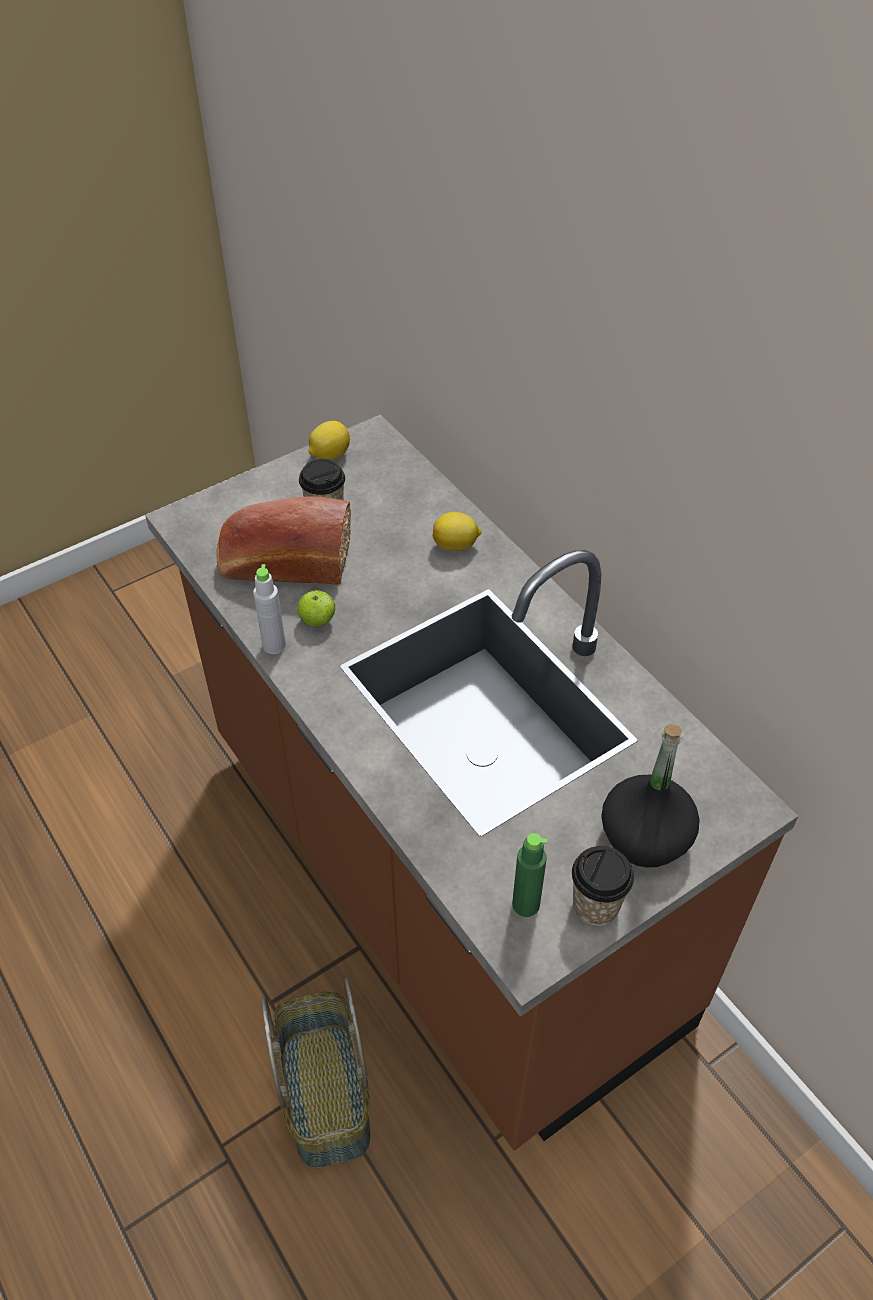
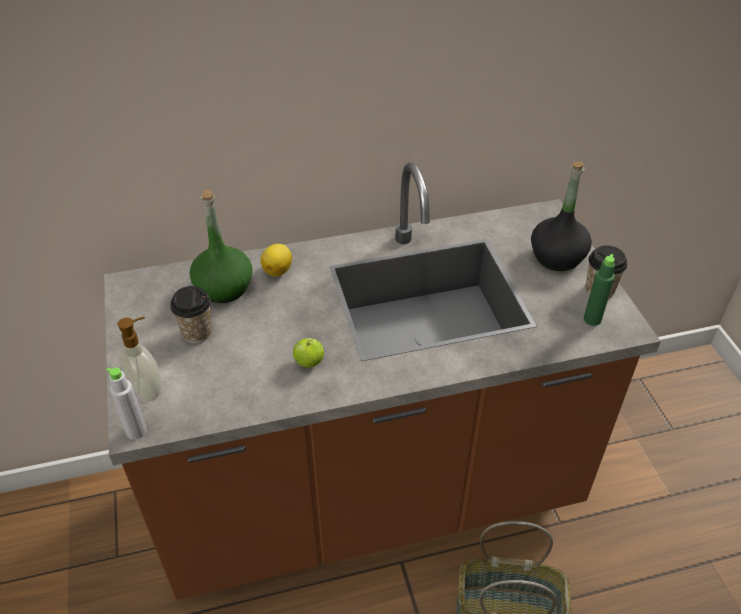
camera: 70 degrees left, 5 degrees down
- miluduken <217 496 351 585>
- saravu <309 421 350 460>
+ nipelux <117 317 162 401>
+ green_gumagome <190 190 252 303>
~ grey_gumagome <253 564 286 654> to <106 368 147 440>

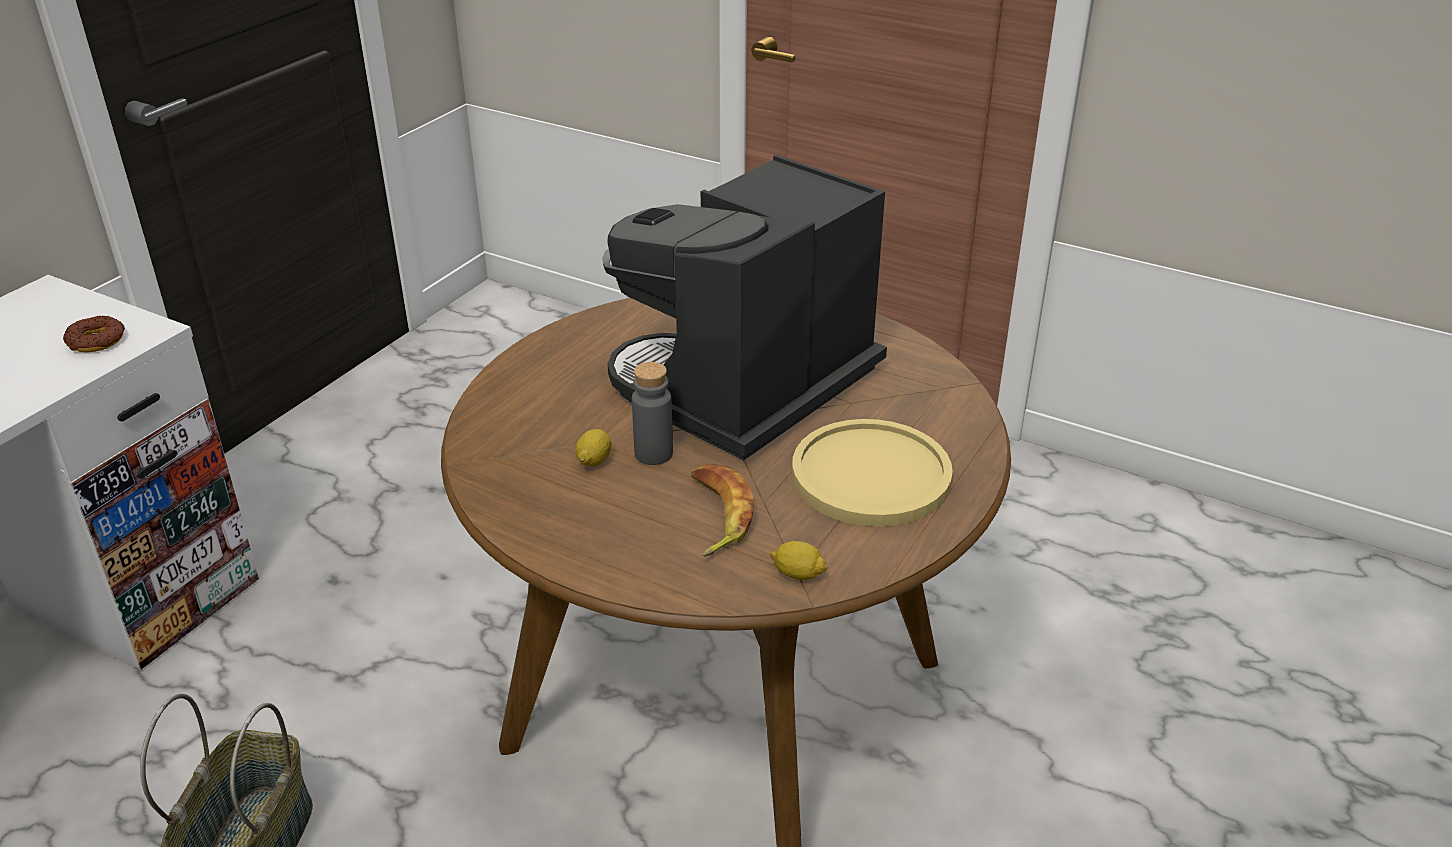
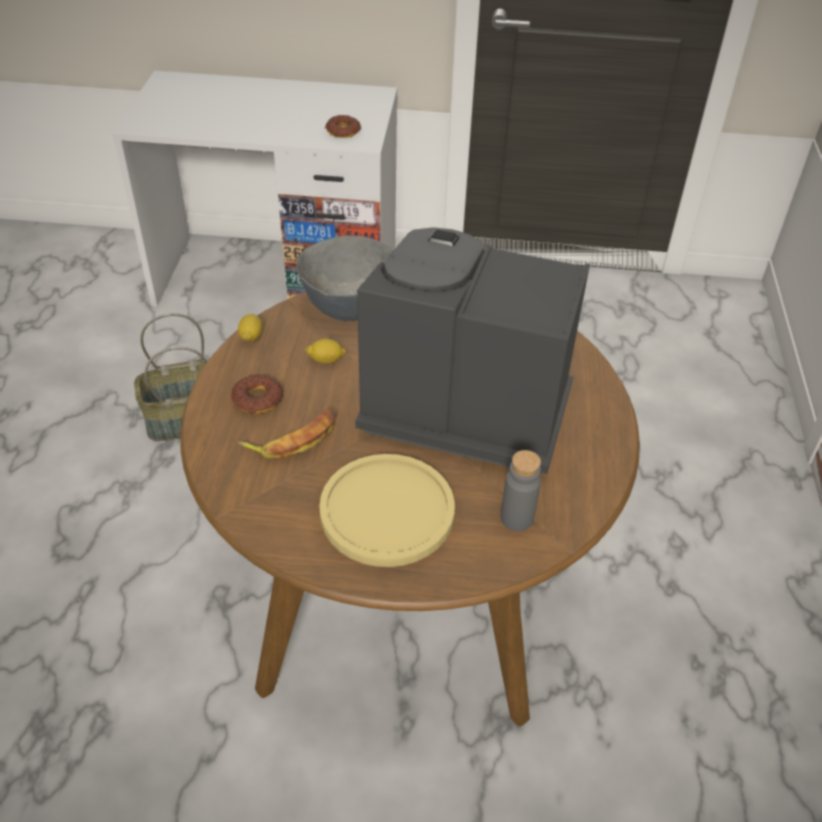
camera: 65 degrees right, 10 degrees up
+ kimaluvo <231 374 283 414>
+ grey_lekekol <296 235 393 321>
~ grey_gumagome <632 362 673 465> to <501 450 541 531>
~ saravu <770 541 828 580> to <238 314 262 342>

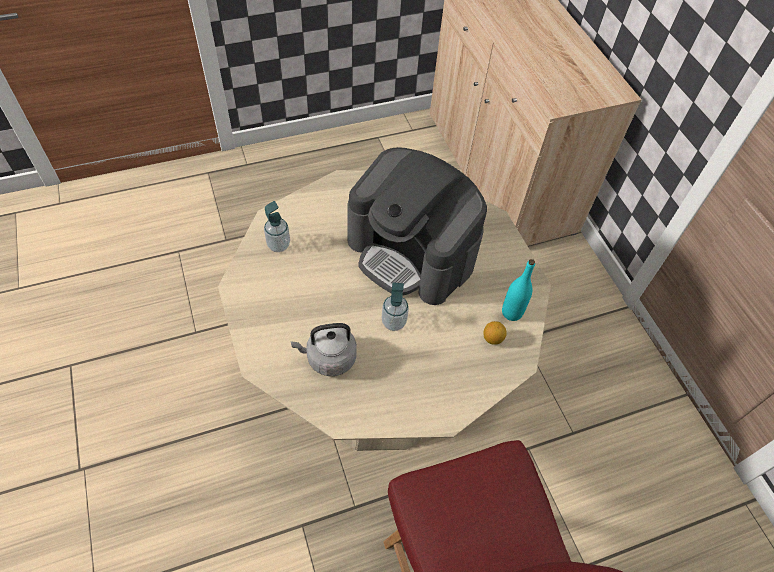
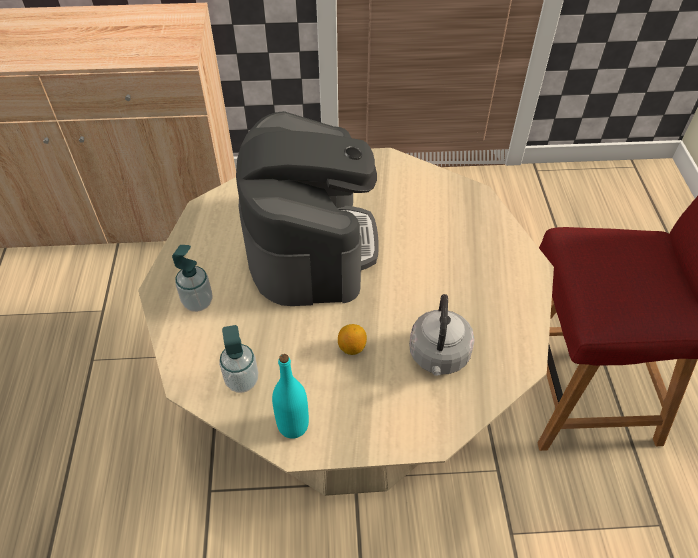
camera: 70 degrees left, 5 degrees down
~ nipelux <382 282 409 331> to <172 245 213 312>
~ saravu <483 321 507 345> to <338 324 367 355>
~ turquoise_gumagome <502 259 535 321> to <272 354 309 439>
~ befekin <347 147 487 305> = <236 111 379 306> 60 degrees counterclockwise

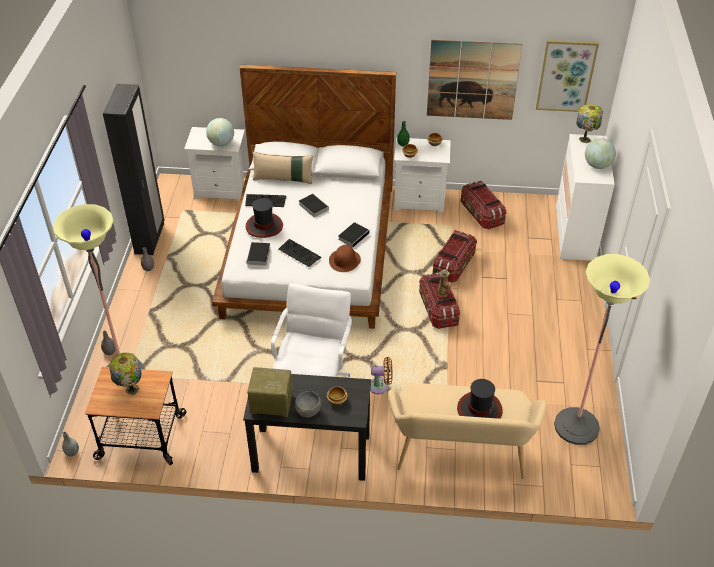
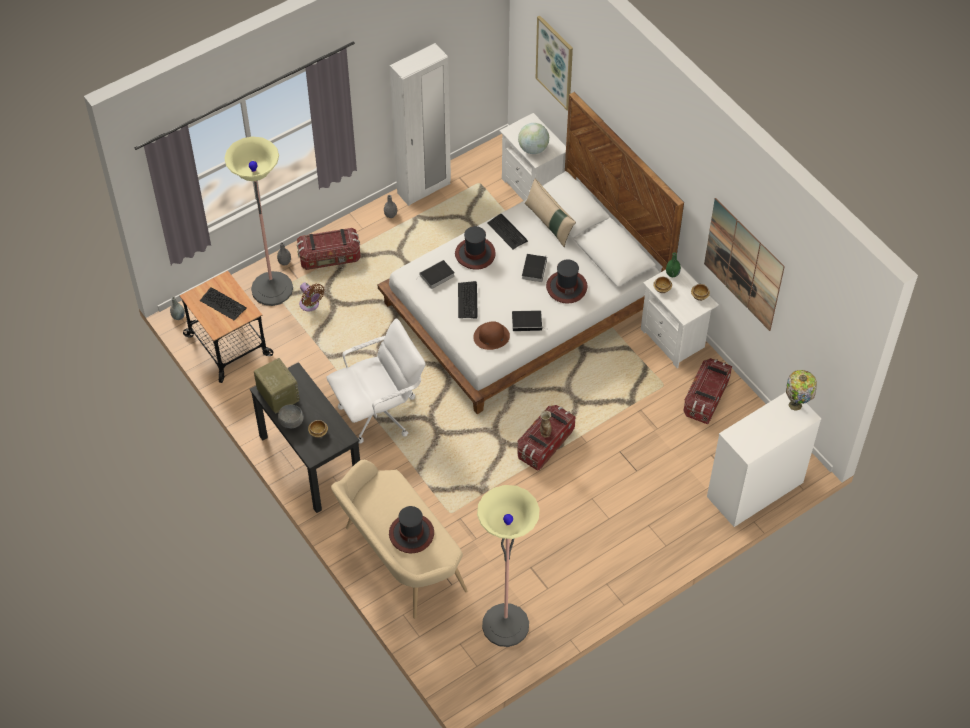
camera: 50 degrees right, 10 degrees up
- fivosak <585 138 616 169>
+ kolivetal <546 259 587 304>
~ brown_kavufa <370 357 393 394> to <299 283 324 311>
~ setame <433 230 477 283> to <297 228 361 270>
~ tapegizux <536 40 599 112> to <536 16 573 110>
~ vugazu <109 353 141 395> to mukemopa <200 287 247 321>
~ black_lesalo <103 84 164 255> to white_lesalo <390 43 451 206>

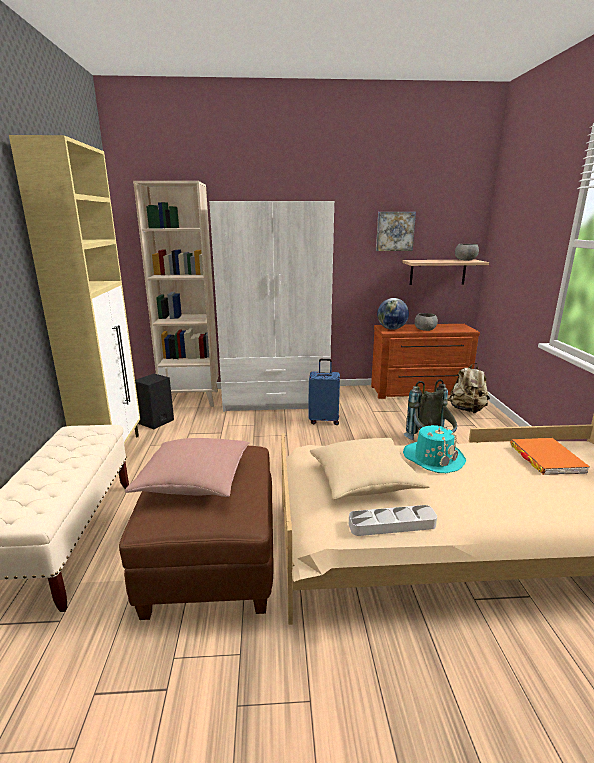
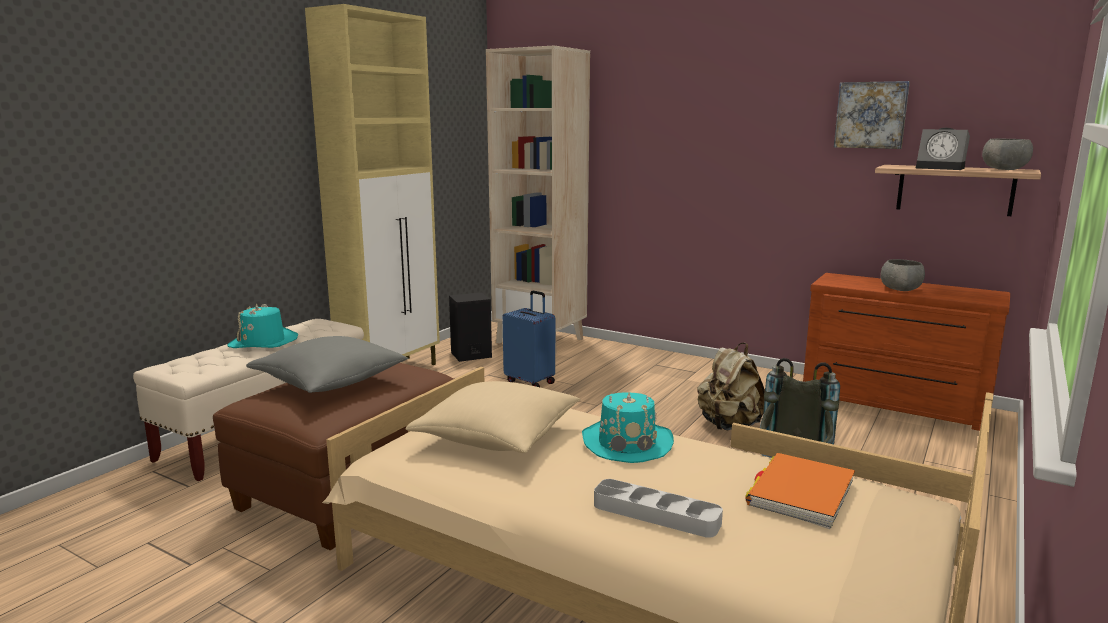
camera: 35 degrees right, 5 degrees down
- white_lesalo <209 201 334 412>
- fivosak <377 298 409 330>
+ turquoise_kolivetal <227 303 298 348>
+ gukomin <916 128 970 170>
~ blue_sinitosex <308 359 340 425> to <502 290 555 387>
~ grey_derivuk <349 505 437 536> to <594 479 723 538>
~ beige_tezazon <448 363 490 413> to <697 343 765 430>
~ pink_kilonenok <125 438 249 497> to grey_kilonenok <246 336 409 393>

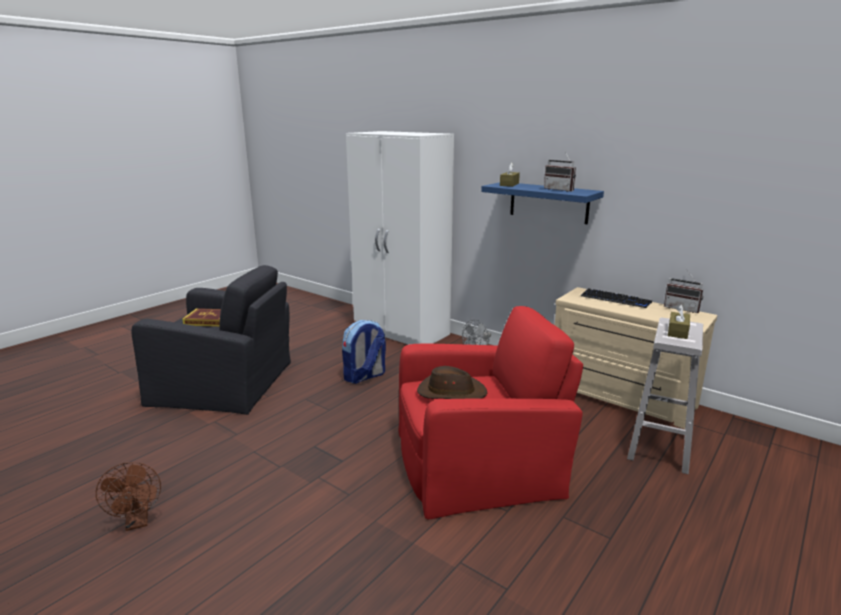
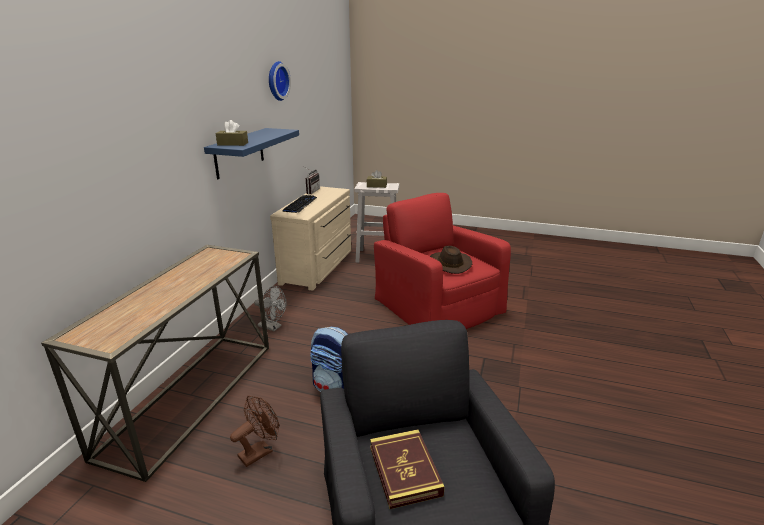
camera: 110 degrees left, 5 degrees up
- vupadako <544 153 576 192>
+ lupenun <269 61 291 101>
~ brown_kavufa <96 462 161 531> to <230 396 279 467>
~ white_lesalo <346 131 454 345> to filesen <41 245 269 482>

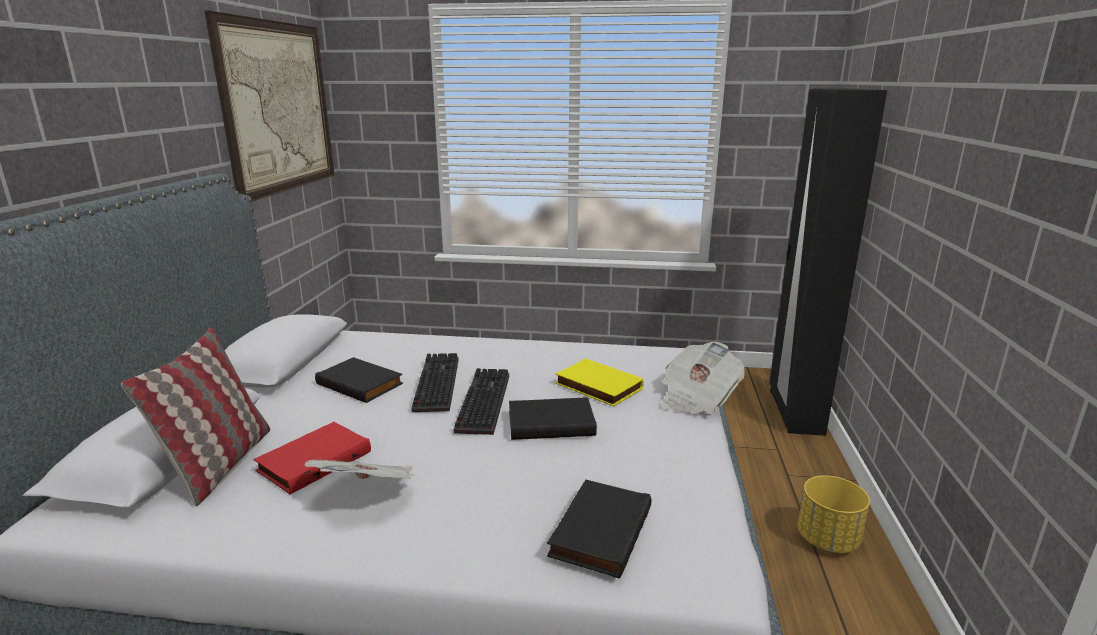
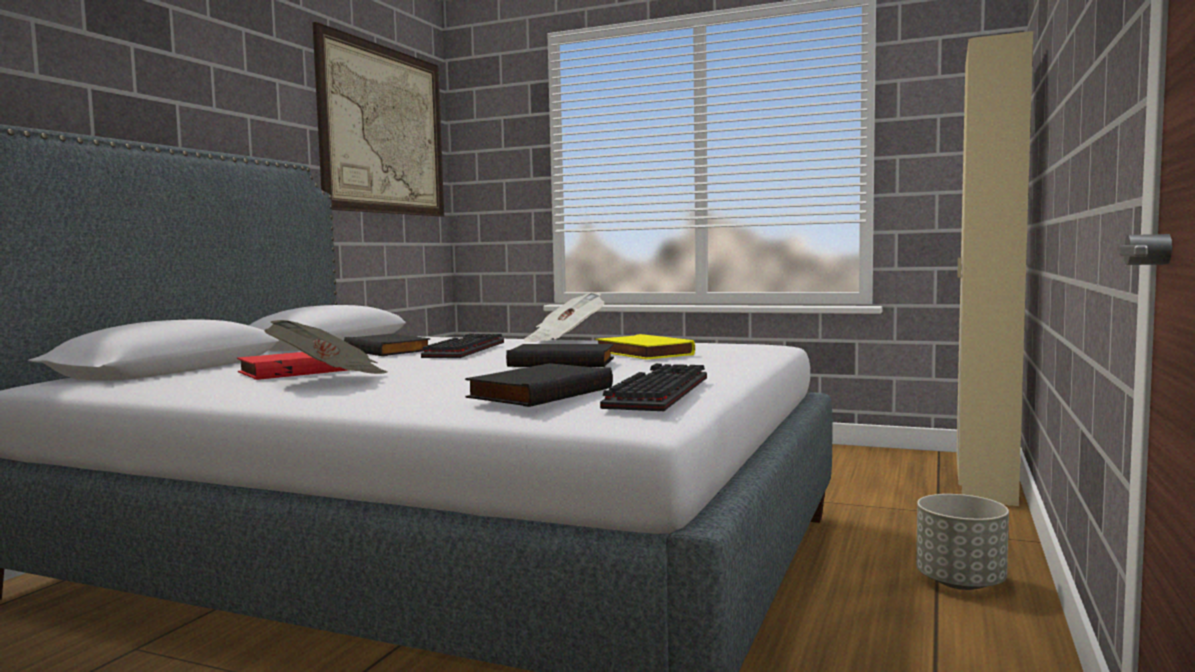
camera: 15 degrees right, 15 degrees down
- kilonenok <121 328 270 506>
~ mukemopa <454 368 509 435> to <600 363 707 411>
~ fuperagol <662 342 745 414> to <524 292 604 342>
~ black_lesalo <769 89 887 436> to beige_lesalo <957 31 1033 506>
~ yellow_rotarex <798 476 870 553> to grey_rotarex <916 494 1009 590>

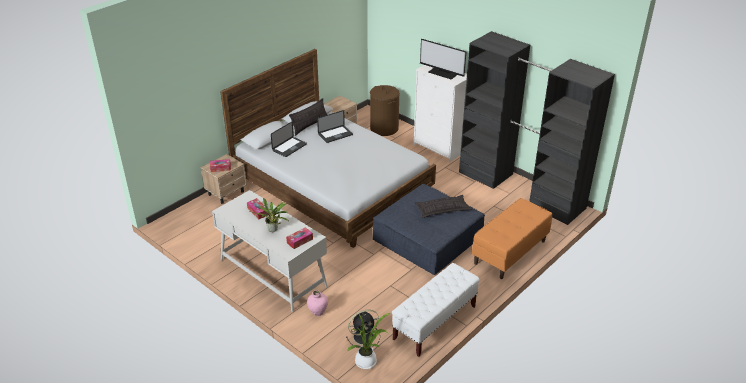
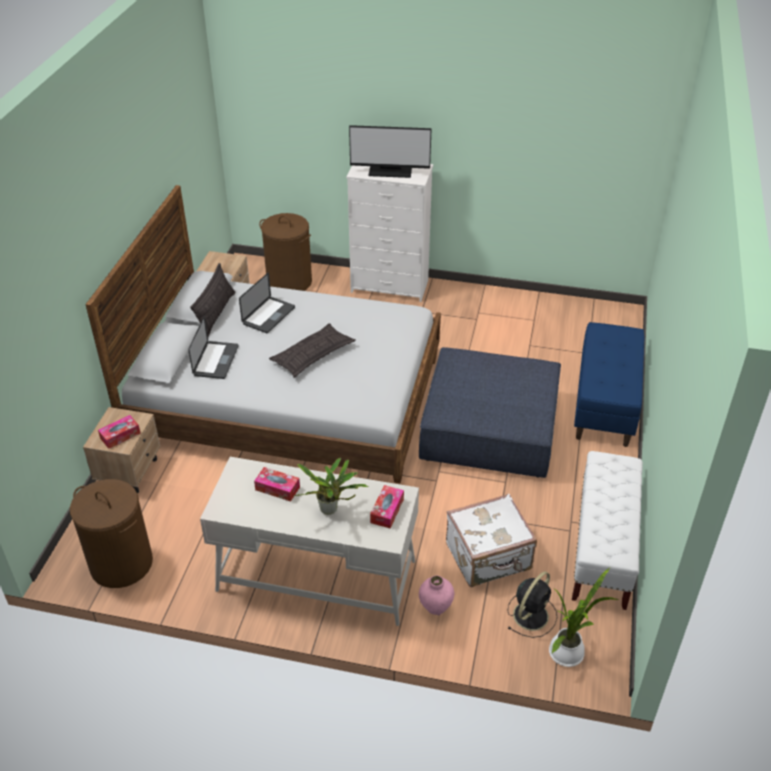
camera: 30 degrees left, 5 degrees up
- black_lesalo <459 31 615 225>
+ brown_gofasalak <70 479 153 588>
+ white_sinitosex <446 494 537 587>
~ kilonenok <415 195 472 218> to <269 323 356 378>
~ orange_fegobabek <472 198 552 279> to blue_fegobabek <574 322 644 447>

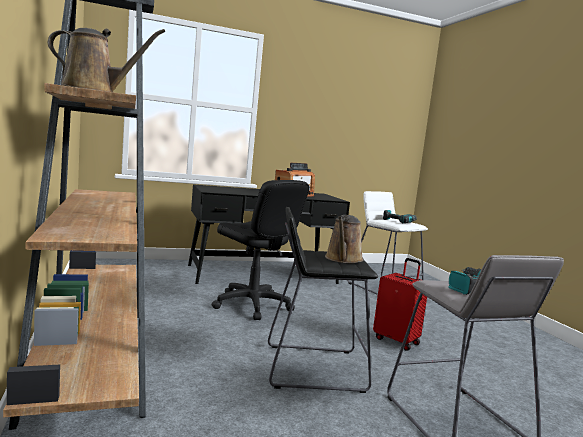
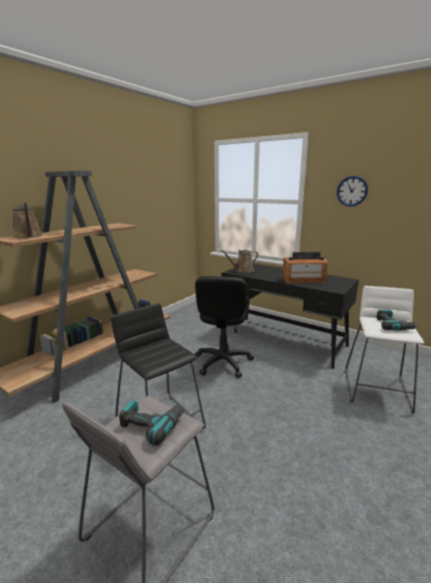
camera: 55 degrees right, 10 degrees up
- red_sinitosex <373 258 427 351>
+ lupenun <337 176 368 206>
~ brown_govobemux <325 215 363 264> to <221 250 258 273>

